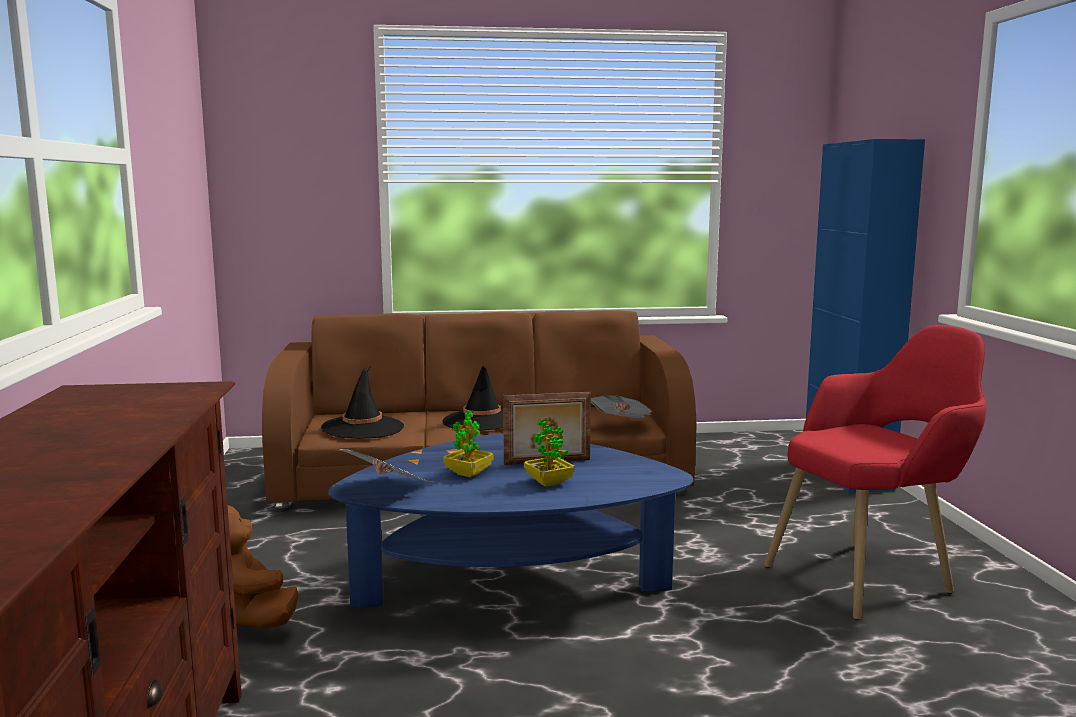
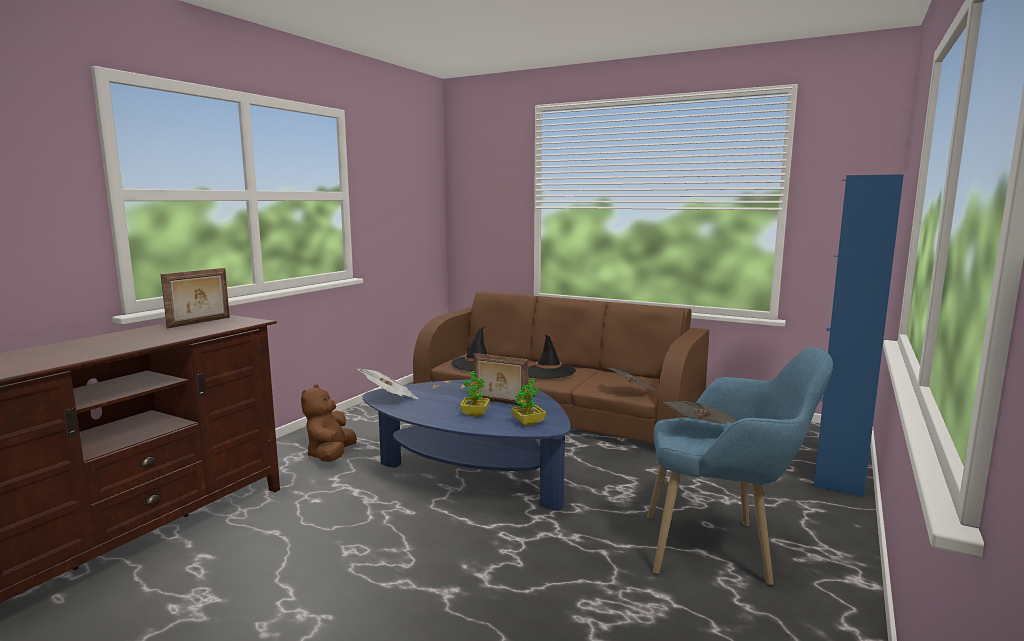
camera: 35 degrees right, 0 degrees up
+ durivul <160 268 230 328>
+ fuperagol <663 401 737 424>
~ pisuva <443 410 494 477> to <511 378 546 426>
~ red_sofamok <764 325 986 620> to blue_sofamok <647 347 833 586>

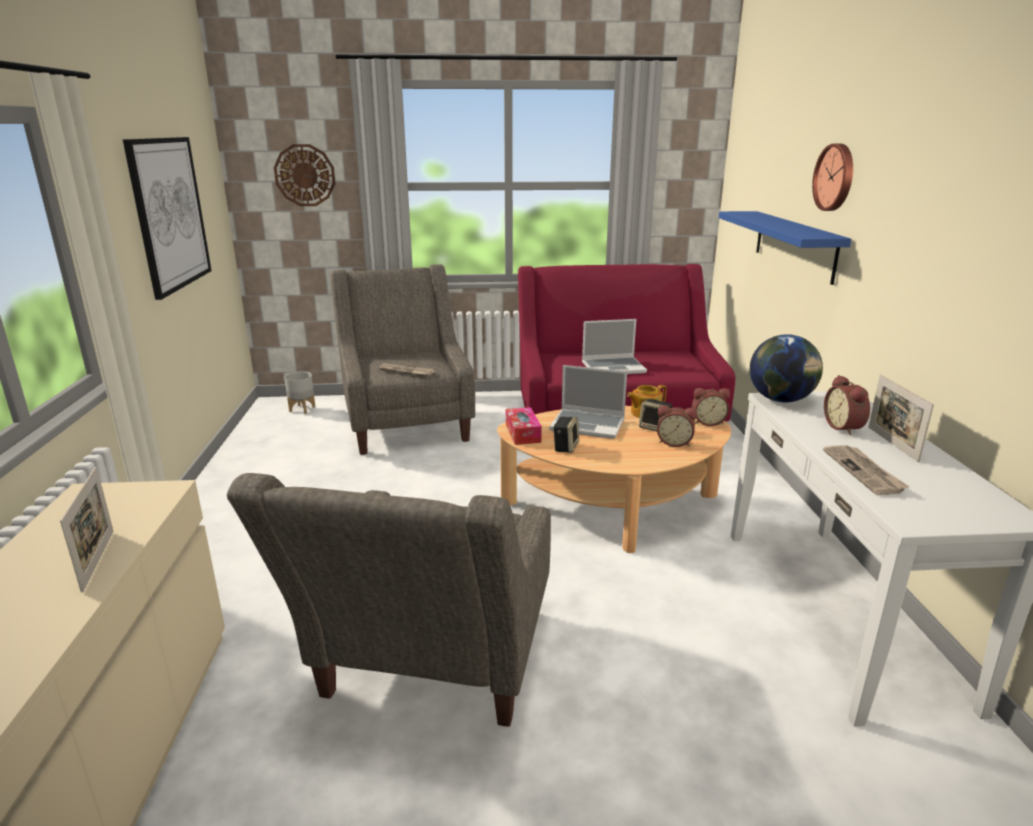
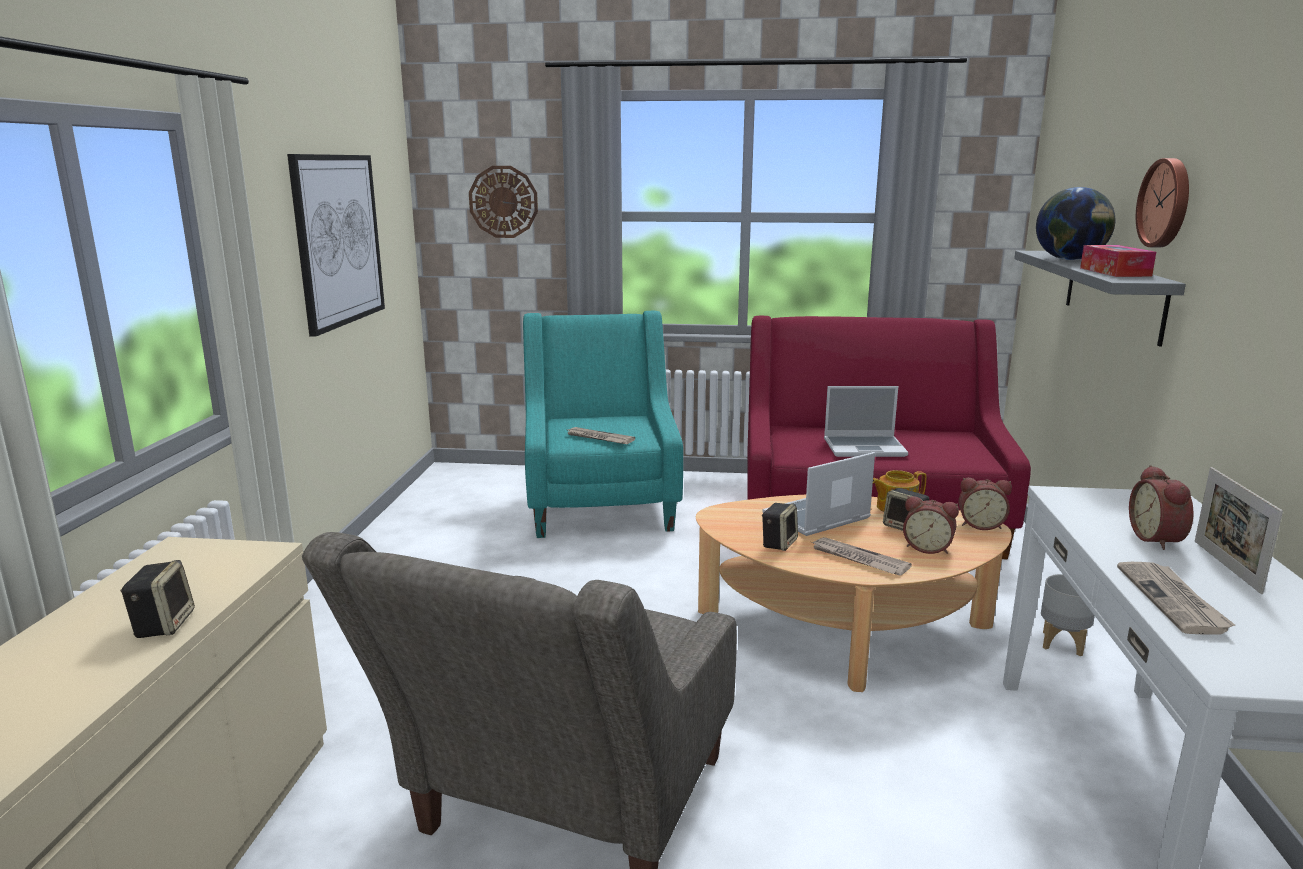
camera: 10 degrees right, 5 degrees down
+ fuperagol <812 537 912 576>
~ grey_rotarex <284 372 315 414> to <1041 574 1095 656>
~ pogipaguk <506 407 542 445> to <1080 245 1156 277>
~ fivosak <750 334 823 402> to <1036 187 1115 260>
~ durivul <60 467 114 592> to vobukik <120 560 195 638>
~ grey_sofamok <331 264 475 455> to turquoise_sofamok <523 311 683 538>
~ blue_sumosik <719 211 851 285> to grey_sumosik <1014 251 1186 347>
~ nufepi <549 365 627 439> = <763 452 875 536> 120 degrees clockwise

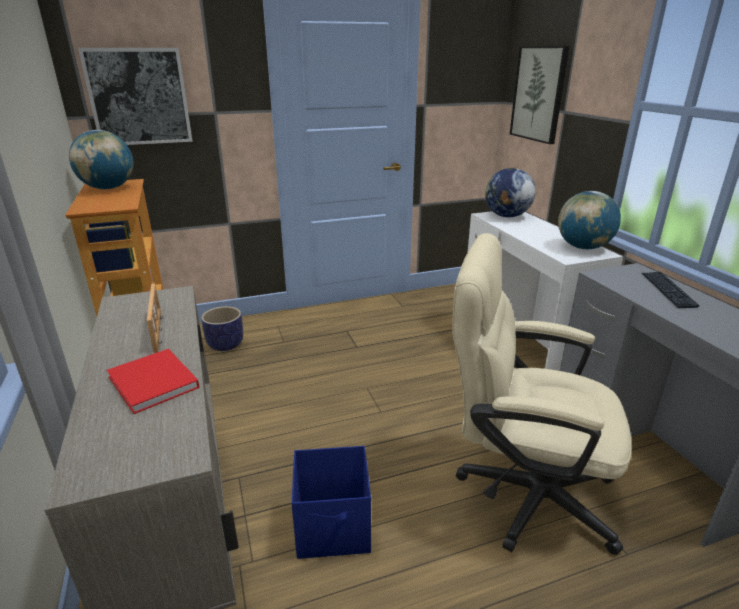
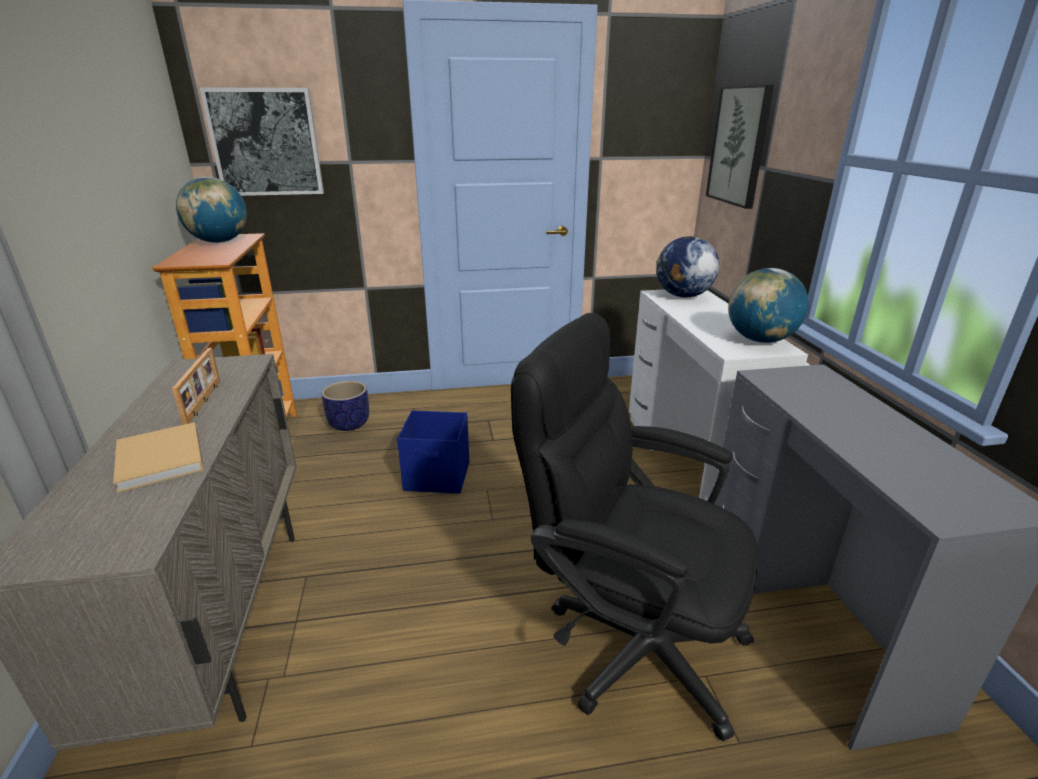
camera: 10 degrees right, 0 degrees up
- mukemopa <642 272 700 308>
~ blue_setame <292 446 371 559> to <397 410 469 494>
~ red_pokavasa <107 349 200 414> to beige_pokavasa <113 422 204 493>
~ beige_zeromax <452 233 631 555> to black_zeromax <511 313 758 742>

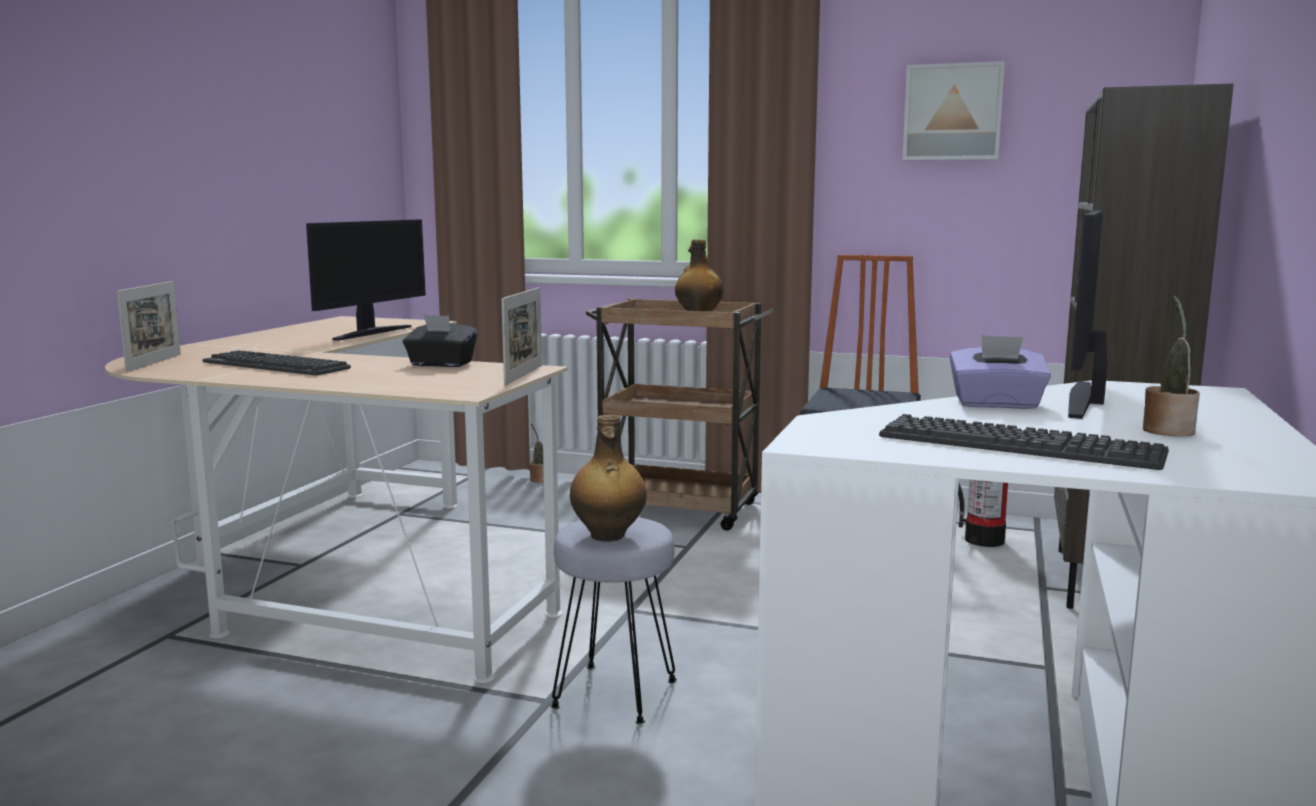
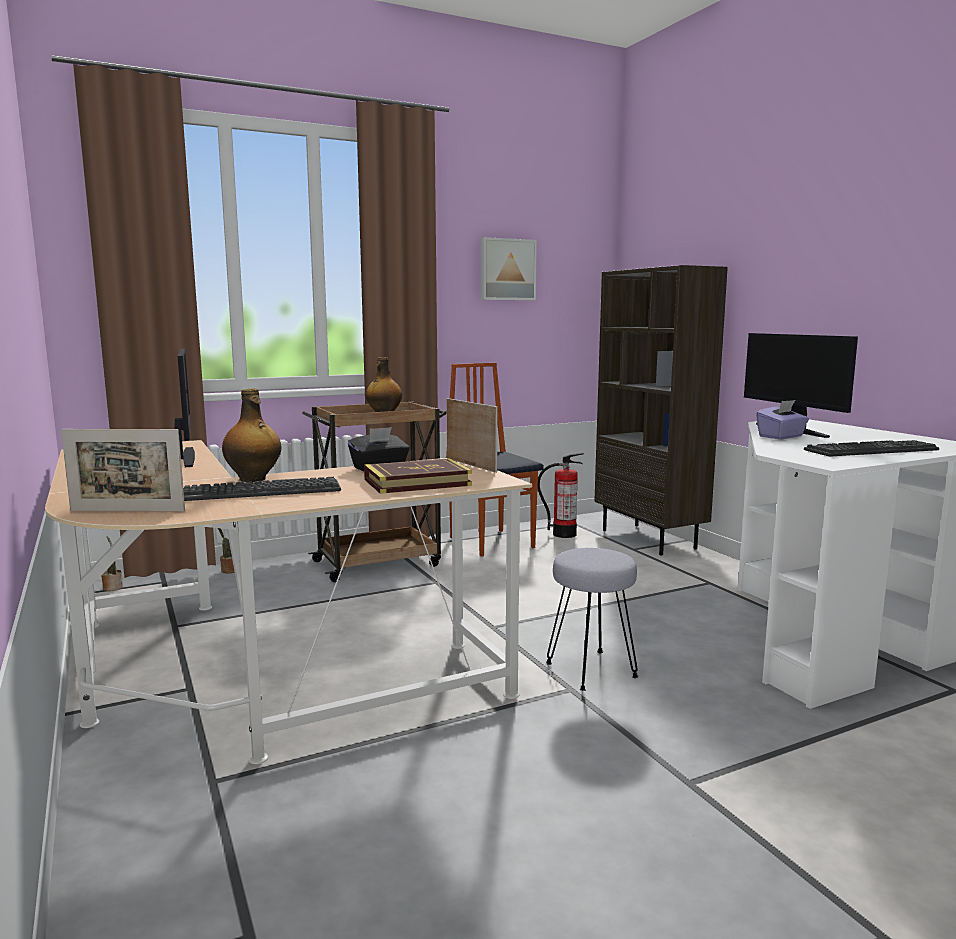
camera: 45 degrees left, 0 degrees up
+ pokavasa <364 458 472 494>
~ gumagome <570 415 647 542> to <222 389 281 482>
~ pisuva <1143 296 1200 436> to <101 536 123 591>
~ durivul <117 281 181 372> = <61 429 185 511> 135 degrees clockwise

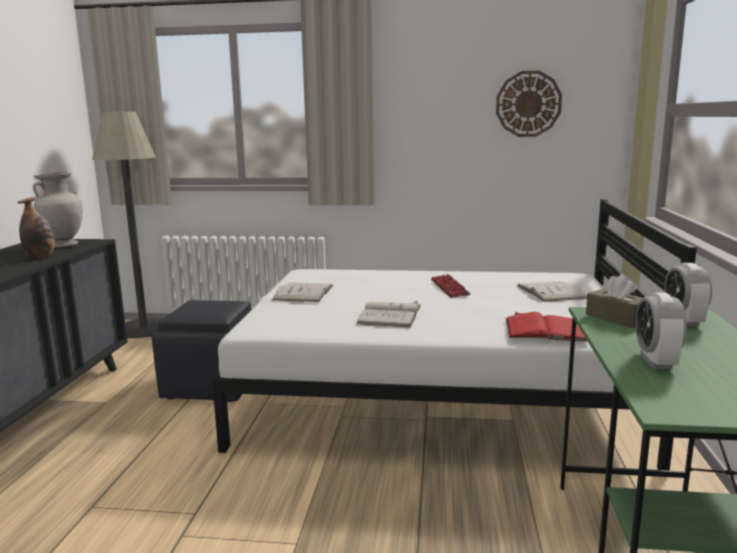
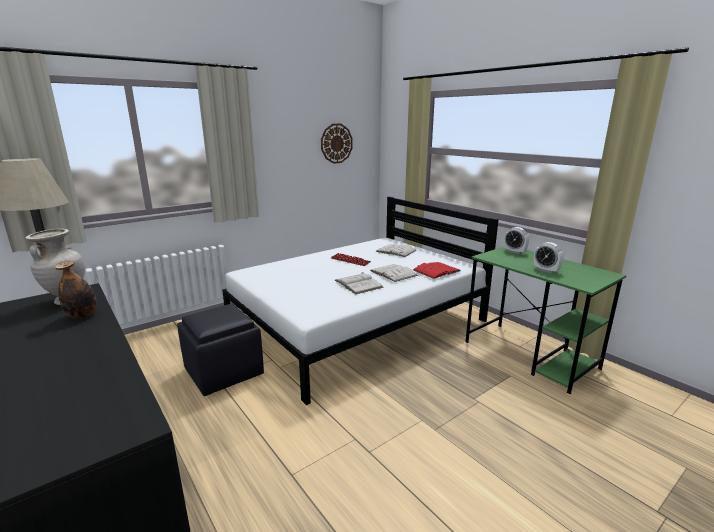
camera: 45 degrees left, 5 degrees up
- brown_pogipaguk <586 274 642 328>
~ white_pokavasa <272 283 333 302> to <370 264 418 282>

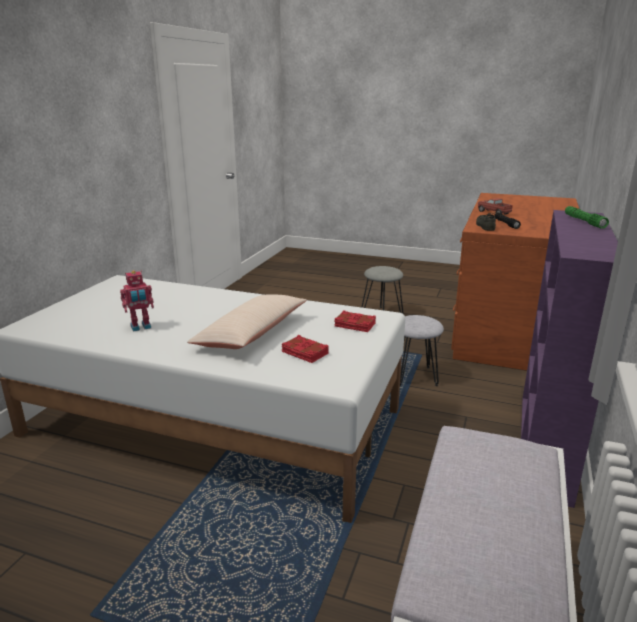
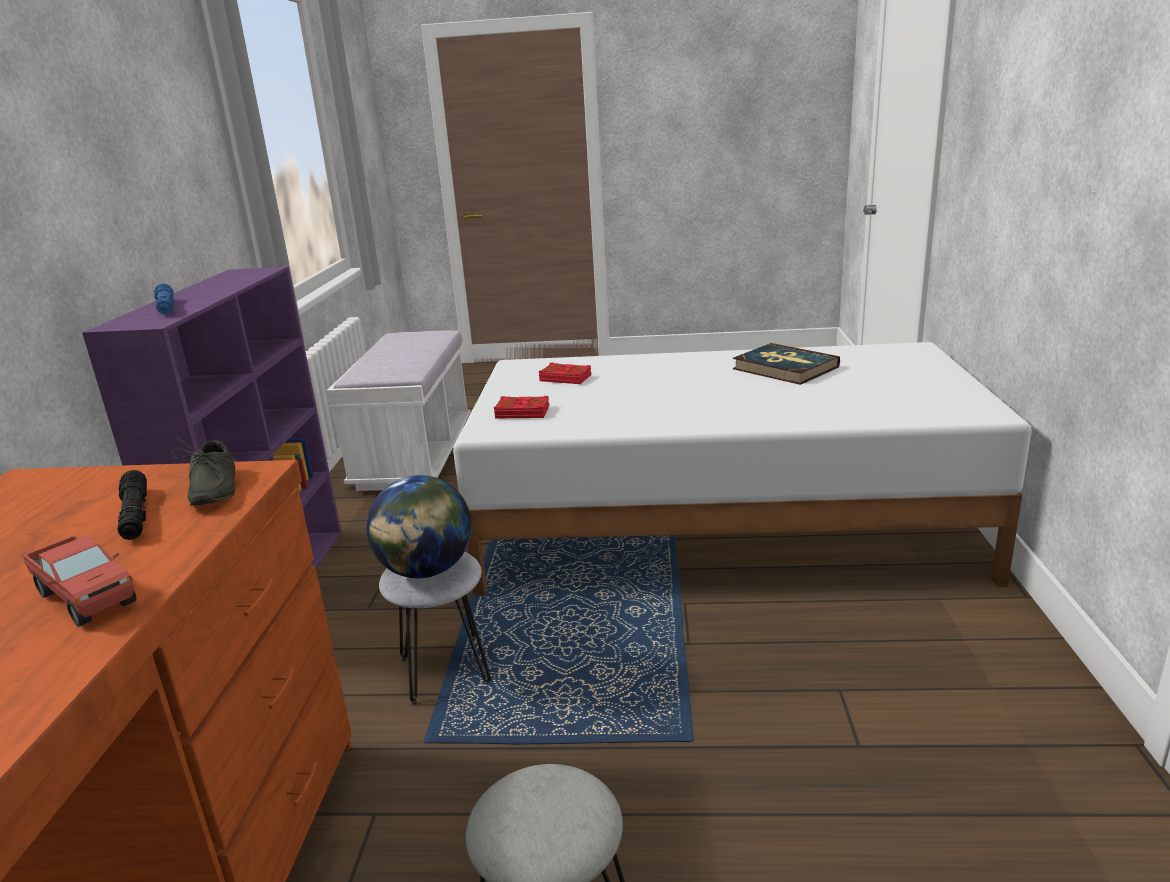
camera: 165 degrees right, 0 degrees up
- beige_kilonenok <187 295 307 349>
+ fivosak <366 475 472 578>
~ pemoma <120 270 154 332> to pokavasa <733 343 840 385>
~ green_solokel <565 206 609 229> to blue_solokel <154 283 174 314>

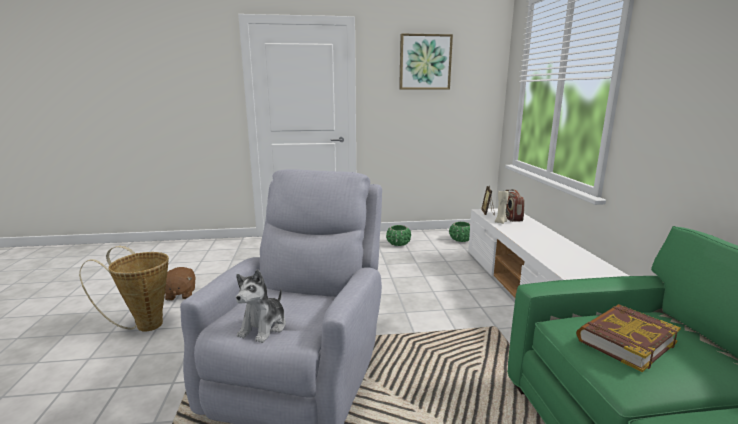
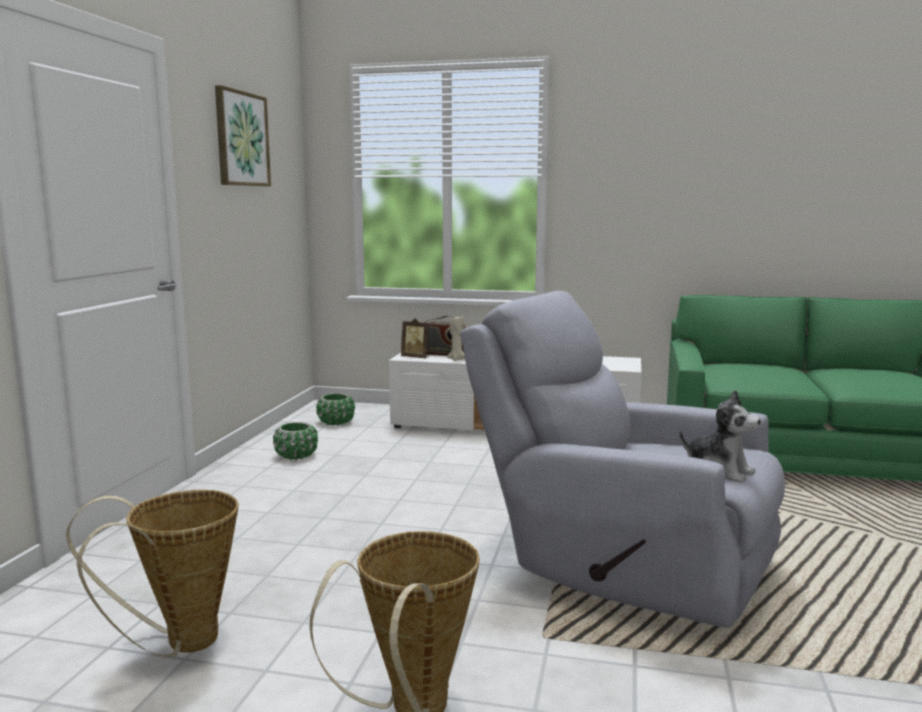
camera: 70 degrees left, 5 degrees down
- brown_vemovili <165 267 196 301>
- pokavasa <576 304 681 372>
+ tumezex <66 490 239 657>

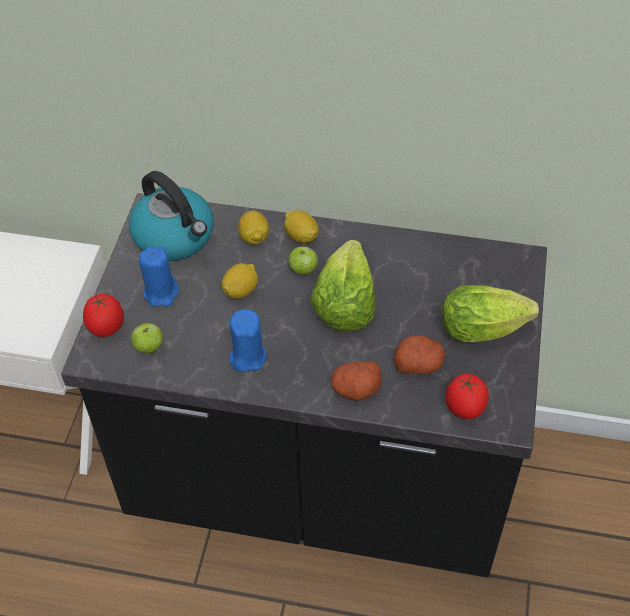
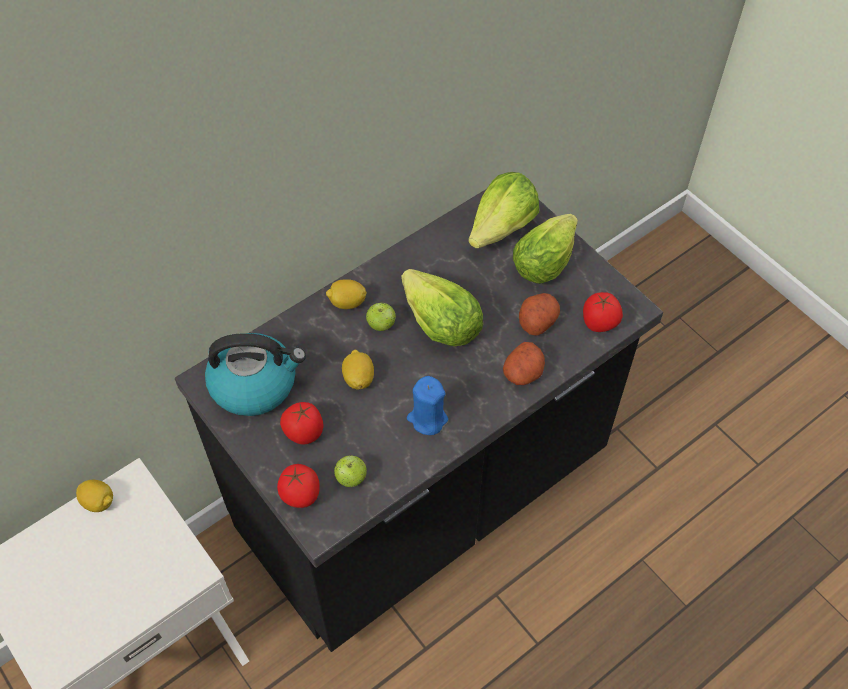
camera: 50 degrees left, 5 degrees up
+ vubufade <468 172 539 248>
~ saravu <238 211 269 245> to <76 480 113 512>
~ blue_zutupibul <139 246 179 307> to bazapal <280 402 323 445>

